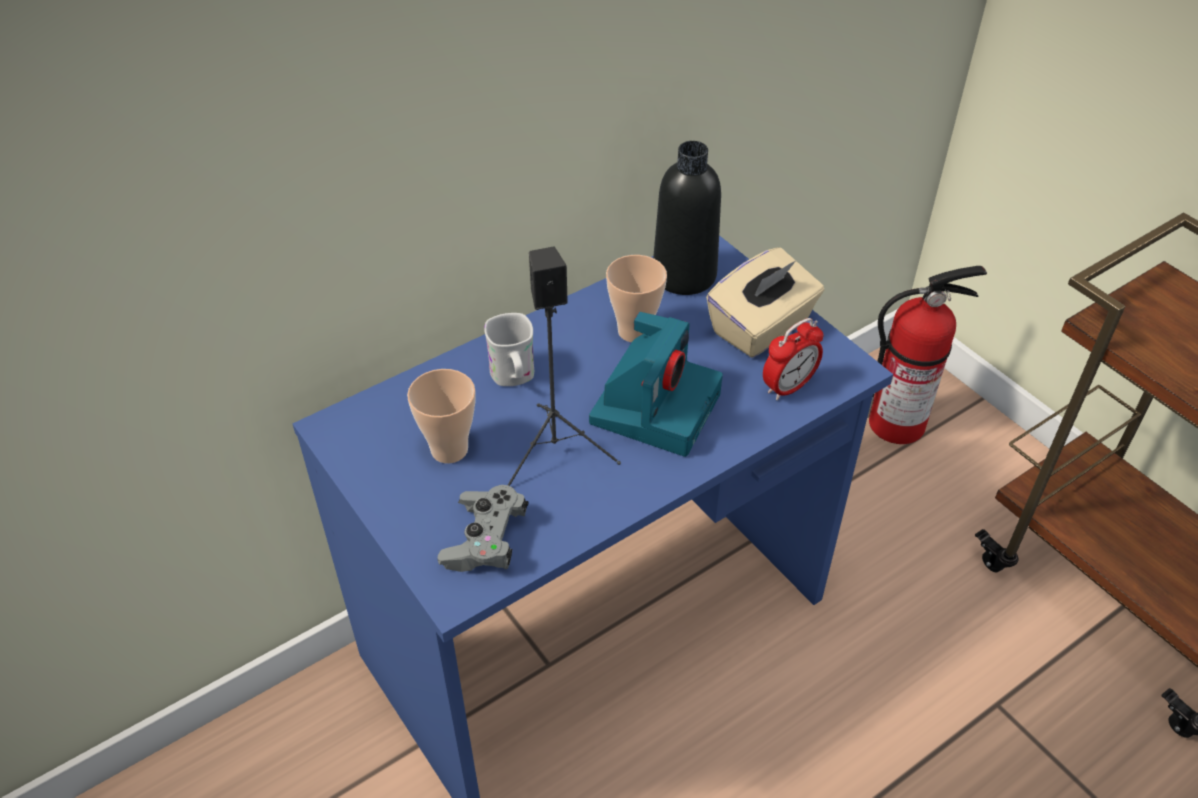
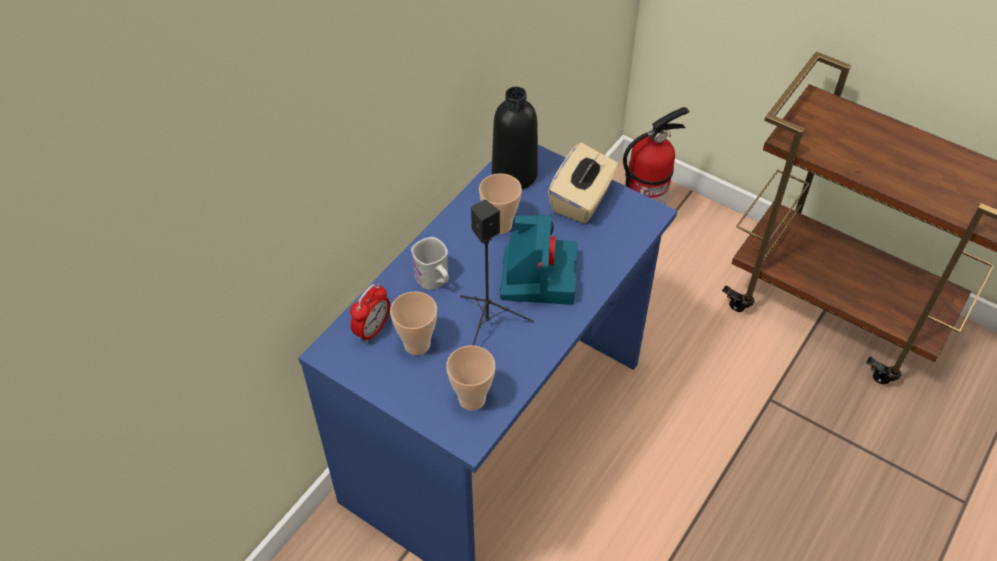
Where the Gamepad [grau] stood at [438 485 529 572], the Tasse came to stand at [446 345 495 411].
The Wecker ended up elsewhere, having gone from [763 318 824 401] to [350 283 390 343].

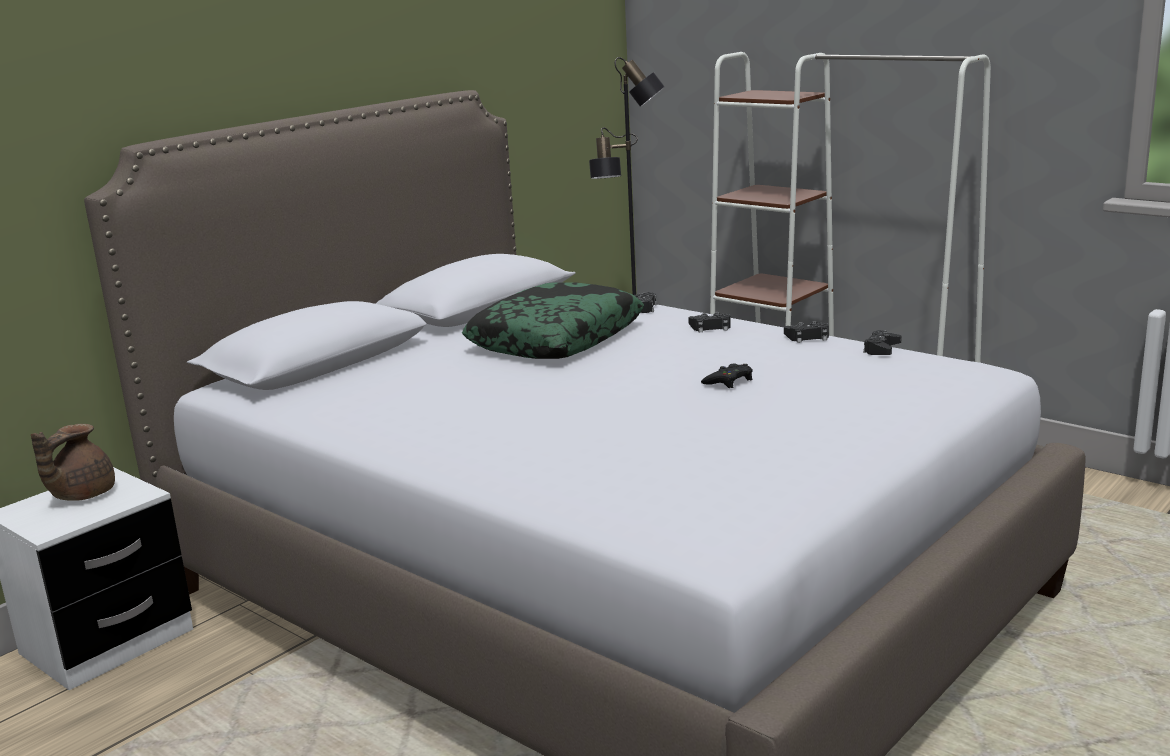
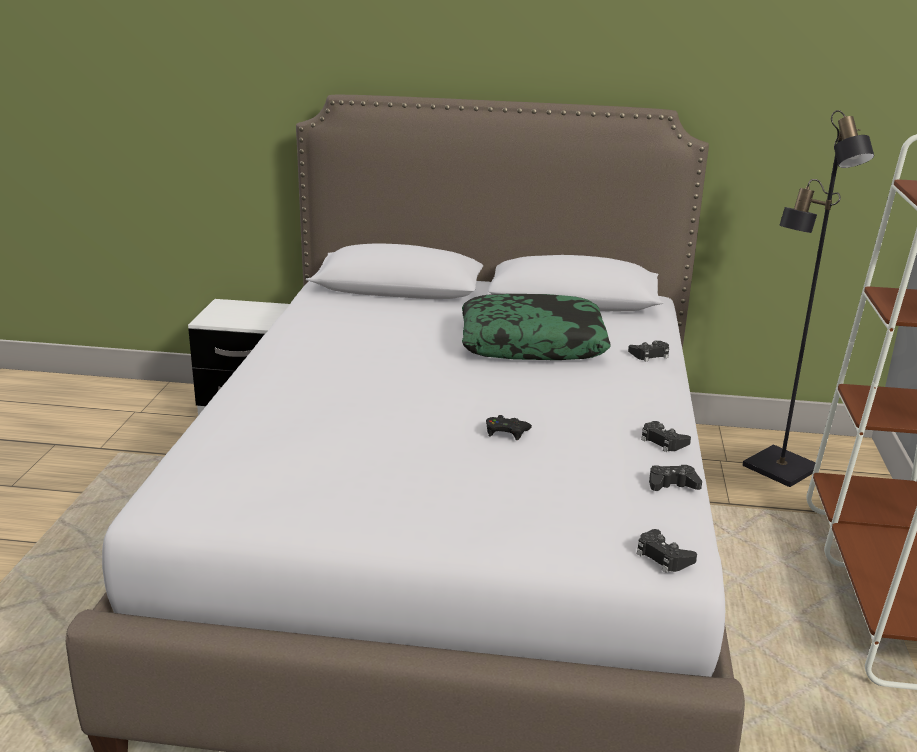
The second view lost the Teekanne [braun] at [31 424 115 501].
The Gamepad [schwarz] ended up elsewhere, having gone from [688 312 731 332] to [637 529 697 573].

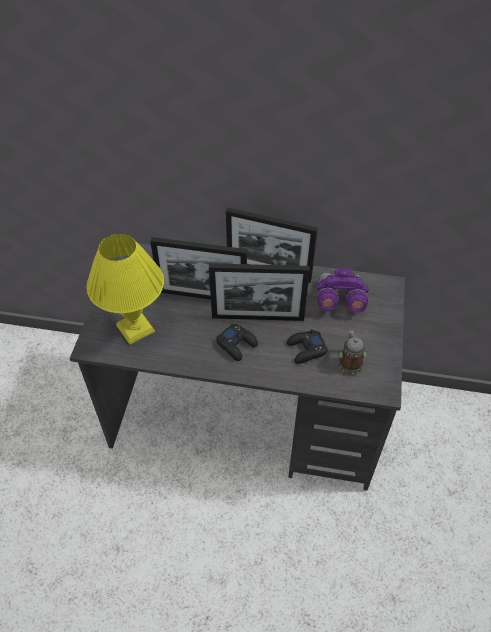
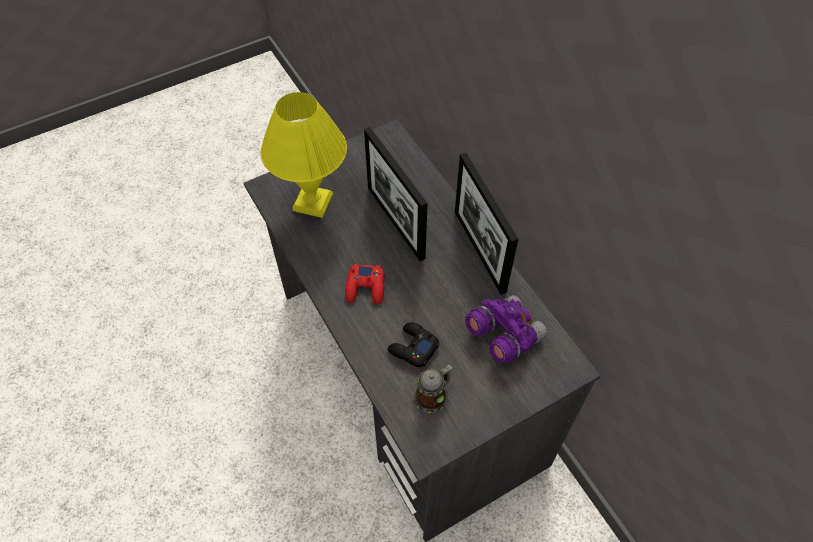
The second view lost the Bilderrahmen at [209 263 310 321].
What was the Gamepad [schwarz] at [216 324 258 361] turned into the Gamepad [rot] at [345 264 384 304].

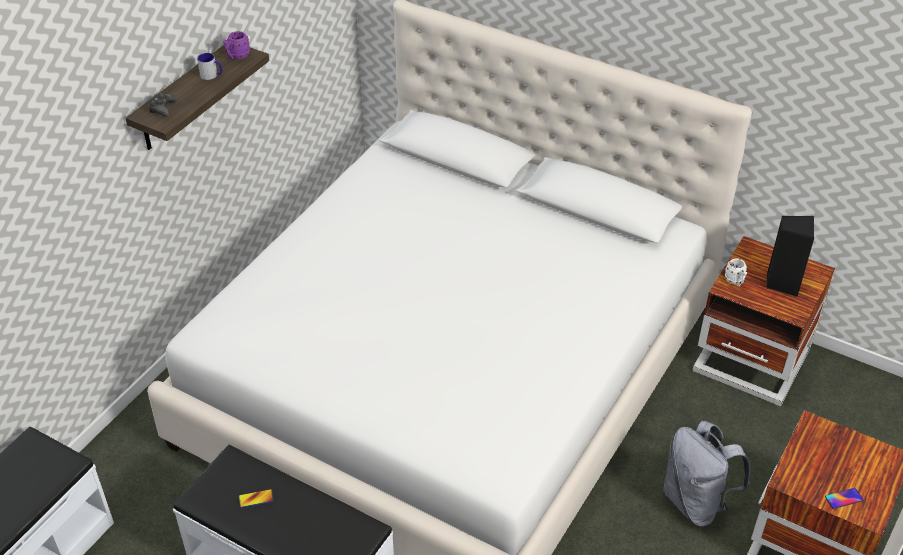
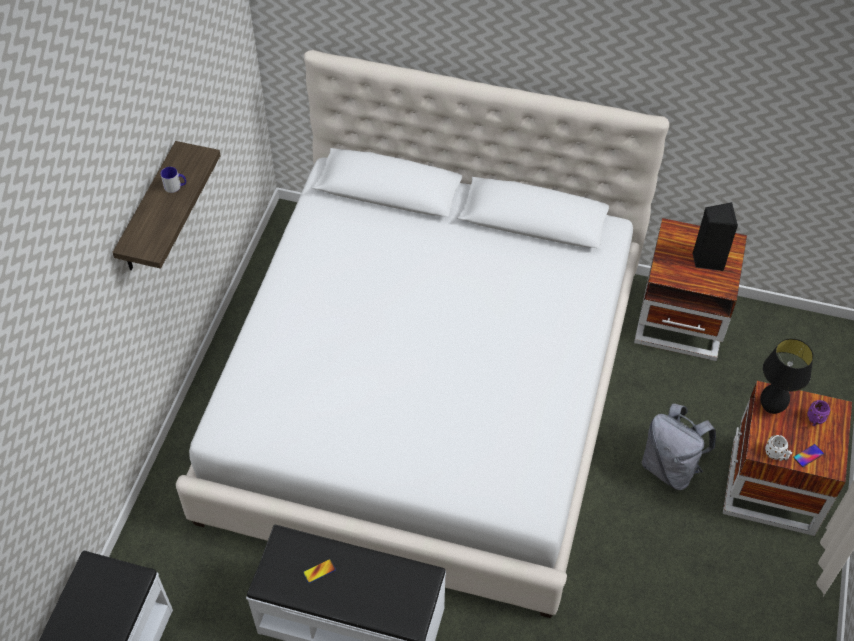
The second view lost the Gamepad [schwarz] at [149 93 177 116].
The Henkelbecher [lila] ended up elsewhere, having gone from [223 31 250 60] to [807 400 831 426].
The Henkelbecher [weiß] ended up elsewhere, having gone from [725 258 747 286] to [765 435 792 461].
The second view gained the Tischlampe [schwarz] at [760 339 813 414].

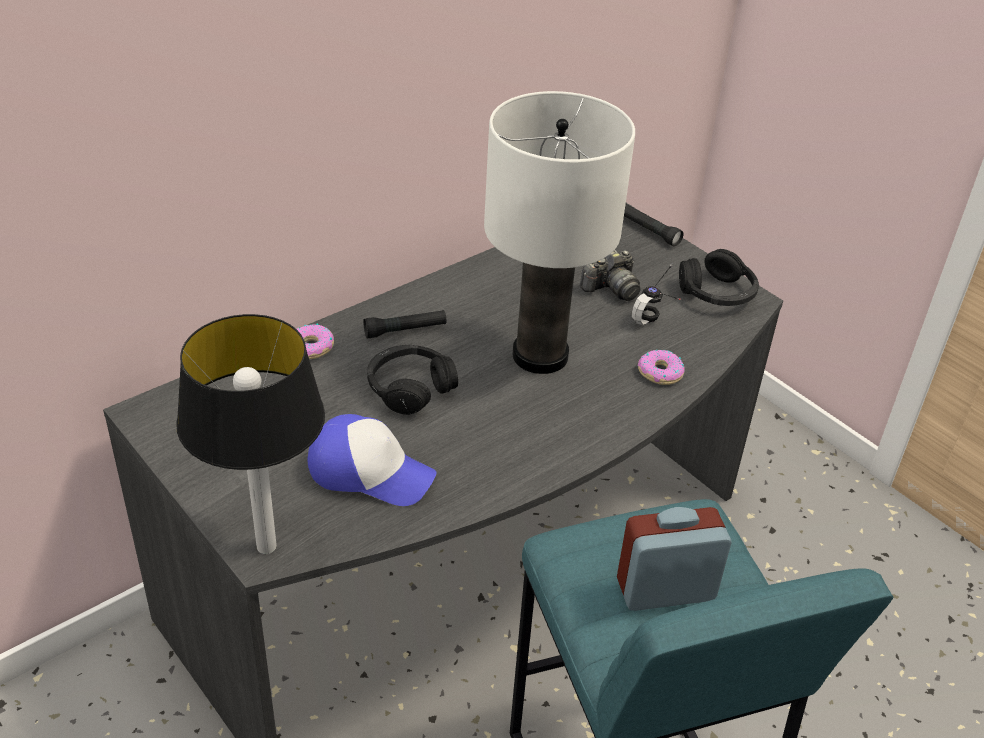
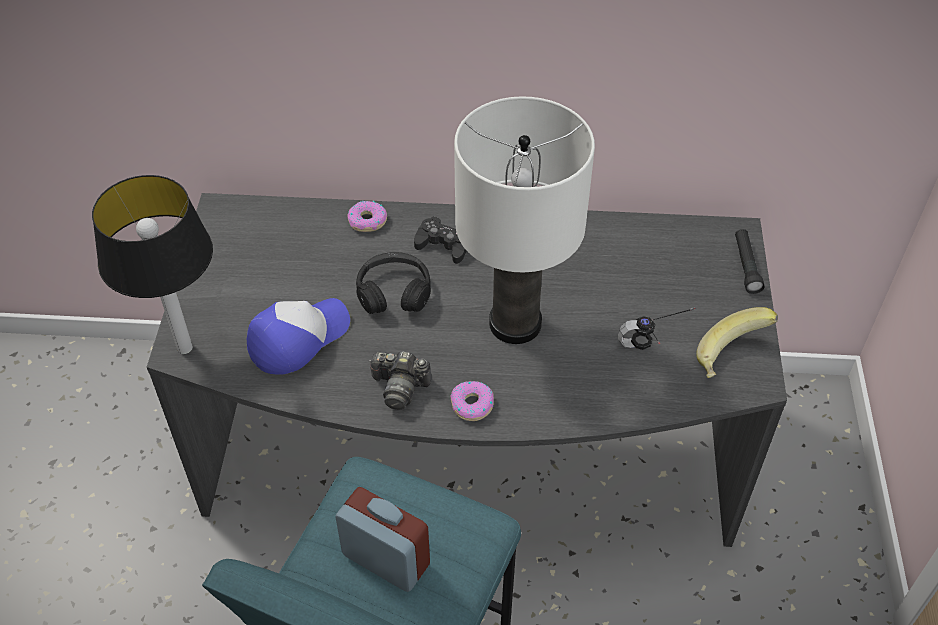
The Kappe at [307 414 437 506] ended up facing another way, 105 degrees counterclockwise from before.
Where the Taschenlampe [schwarz] stood at [363 310 446 338], the Gamepad [schwarz] came to stand at [414 216 467 264].
The Kamera ended up elsewhere, having gone from [580 250 641 301] to [369 351 431 410].
The Donut ended up elsewhere, having gone from [637 350 685 385] to [450 381 494 421].
Where the Kopfhörer [schwarz] stood at [679 249 759 306], the Banane came to stand at [696 307 778 378].

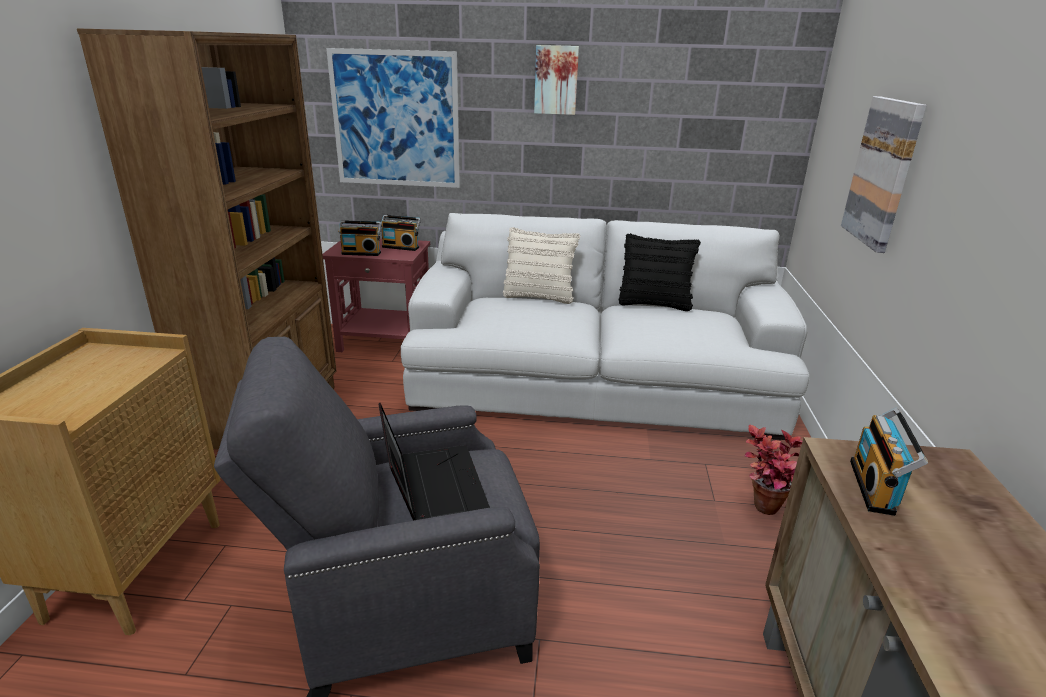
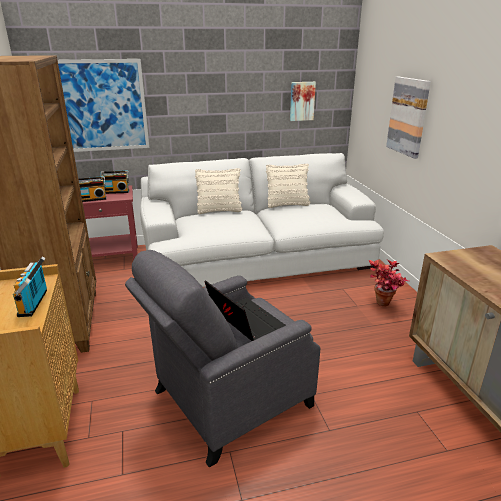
The Bild ended up elsewhere, having gone from [534 45 579 115] to [290 82 316 121].
What was the Kissen [schwarz] at [618 234 701 311] turned into the Kissen [beige] at [266 163 310 208].
The Radio ended up elsewhere, having gone from [850 408 928 516] to [13 256 47 317].

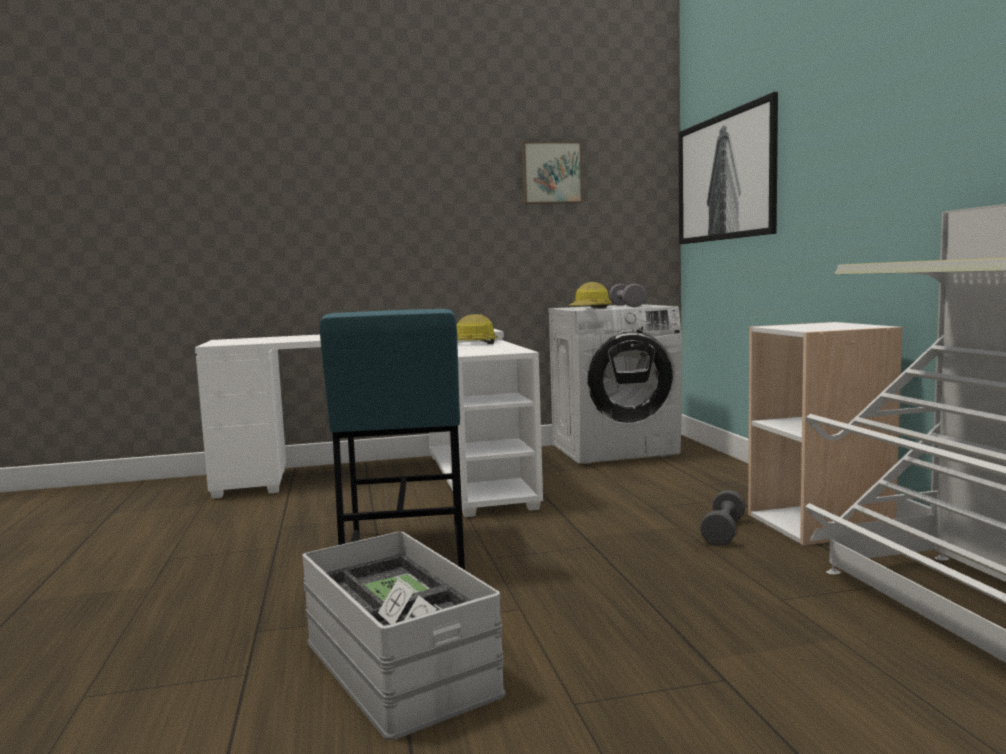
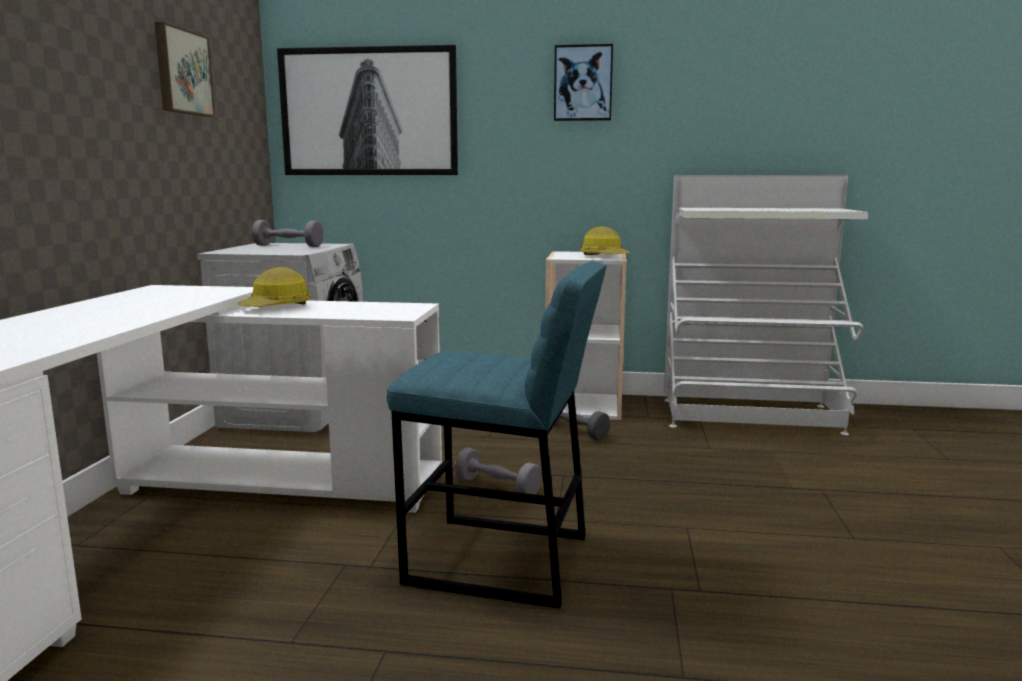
The second view lost the Aufbewahrungsbox [grau] at [303 532 506 740].
The Schutzhelm ended up elsewhere, having gone from [569 282 612 308] to [580 226 631 255].
The second view gained the Hantel [grau] at [455 448 542 494].
The second view gained the Bild at [554 44 613 121].

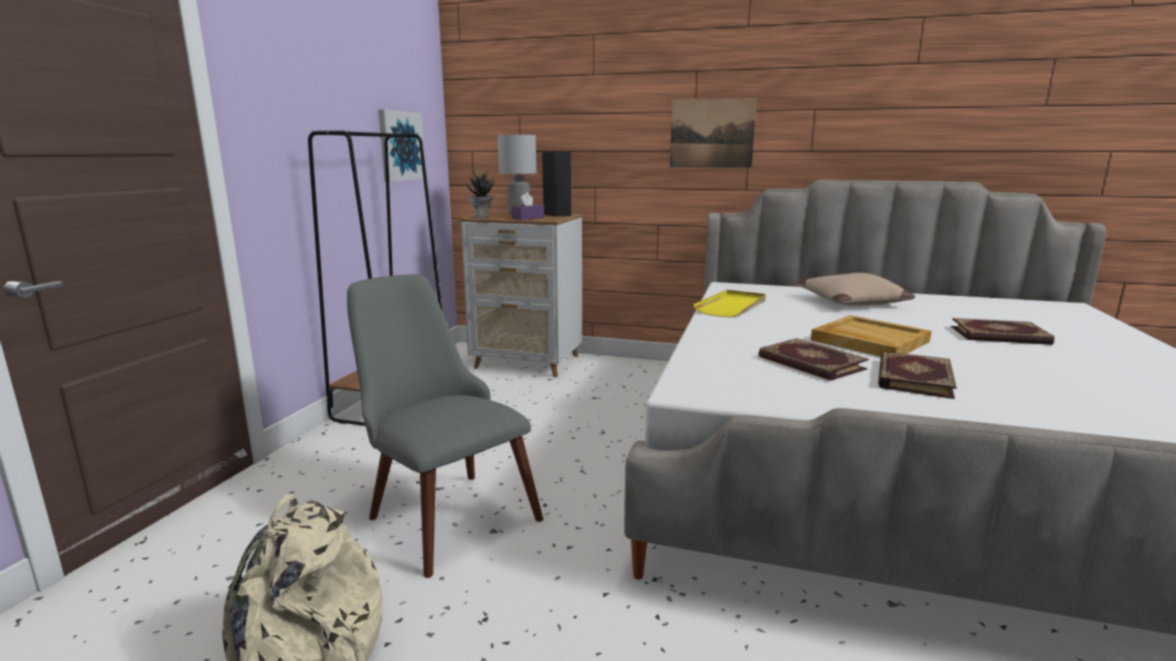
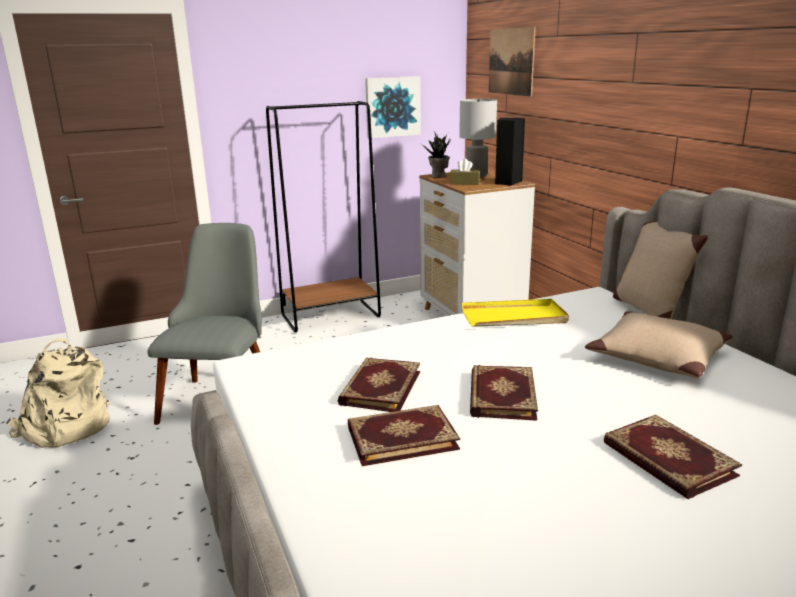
What was the Taschentuchbox [lila] at [512 193 544 220] turned into the Taschentuchbox [braun] at [450 159 480 185].
The Bild ended up elsewhere, having gone from [670 97 757 168] to [489 27 536 96].
Where the Tablett [beige] stood at [811 315 932 357], the Buch came to stand at [470 365 538 421].
The second view gained the Kissen [beige] at [613 221 708 319].

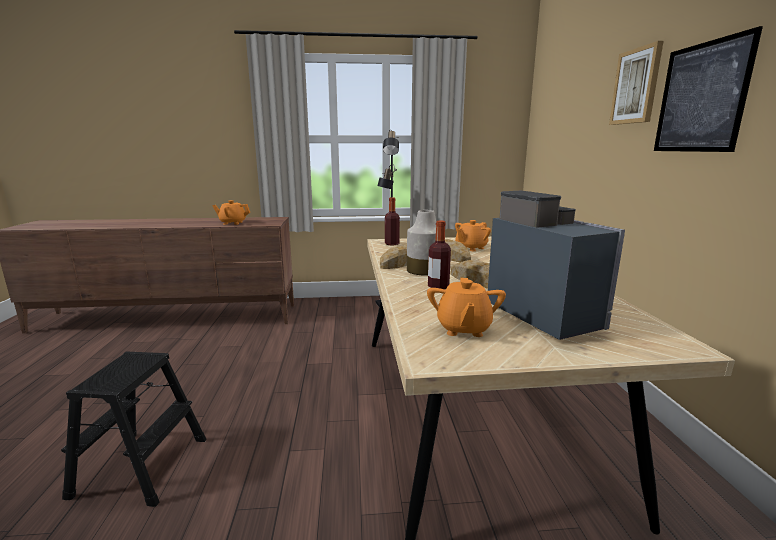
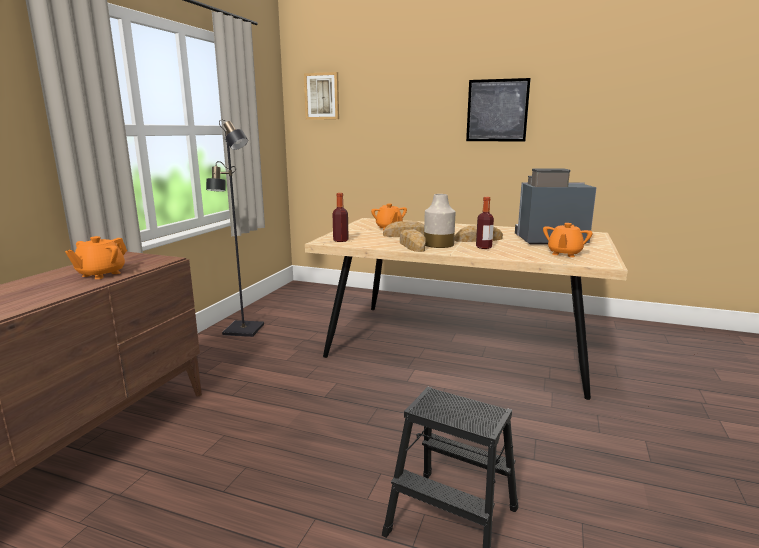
The Teekanne [orange] at [427 278 506 337] ended up facing another way, 90 degrees clockwise from before.
The Bild ended up elsewhere, having gone from [609 41 664 125] to [304 72 339 120].

